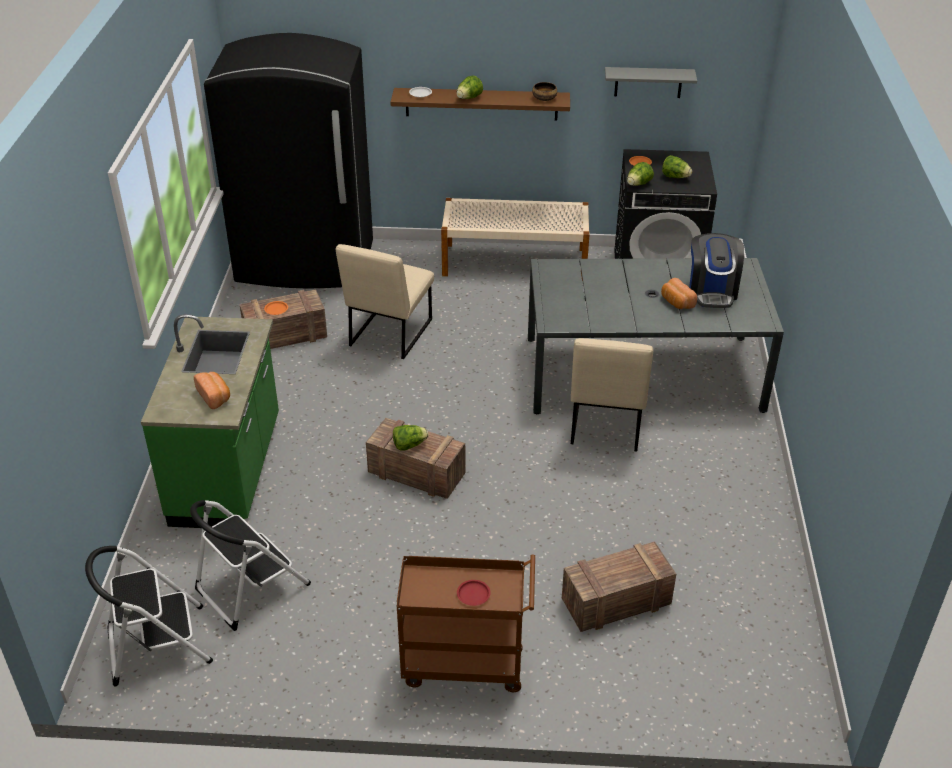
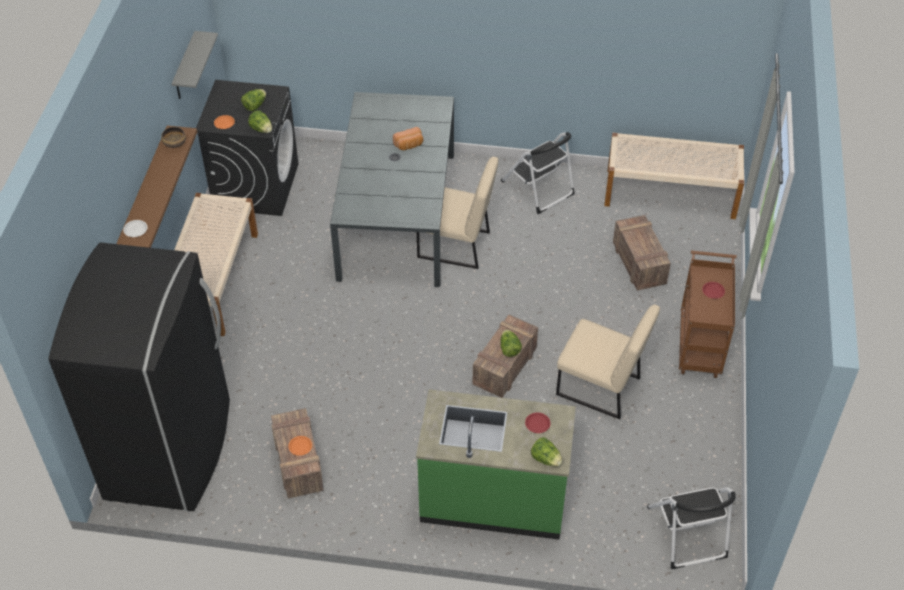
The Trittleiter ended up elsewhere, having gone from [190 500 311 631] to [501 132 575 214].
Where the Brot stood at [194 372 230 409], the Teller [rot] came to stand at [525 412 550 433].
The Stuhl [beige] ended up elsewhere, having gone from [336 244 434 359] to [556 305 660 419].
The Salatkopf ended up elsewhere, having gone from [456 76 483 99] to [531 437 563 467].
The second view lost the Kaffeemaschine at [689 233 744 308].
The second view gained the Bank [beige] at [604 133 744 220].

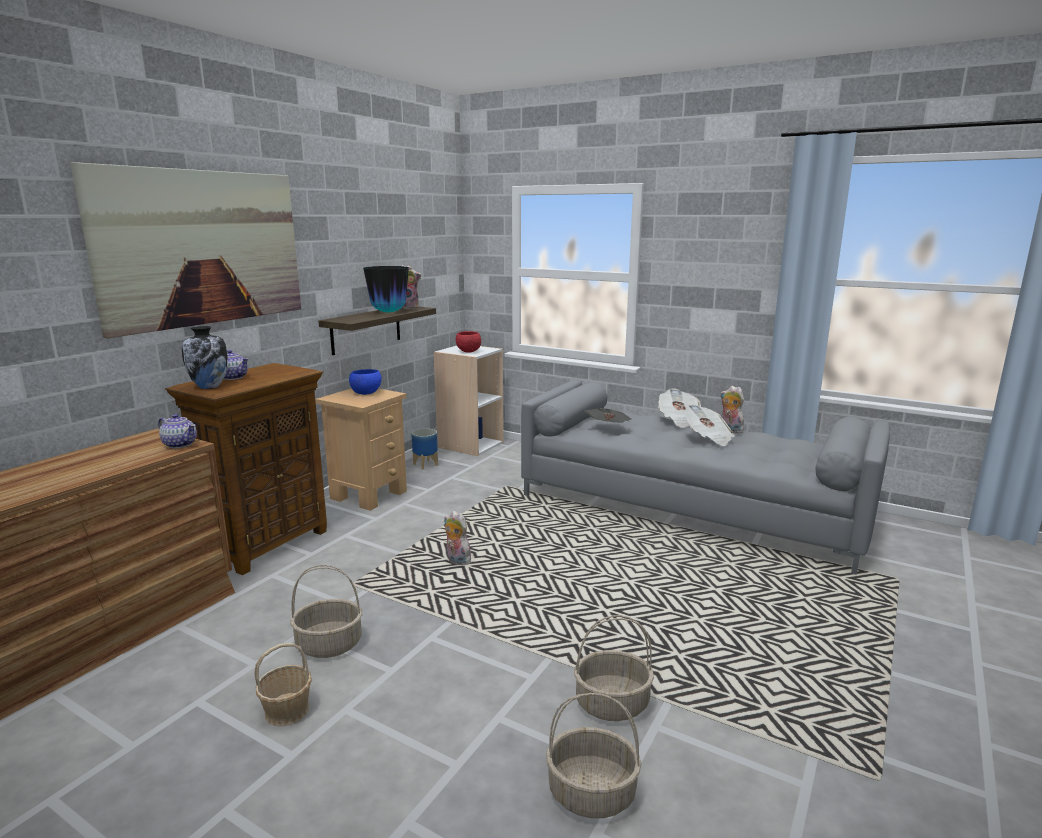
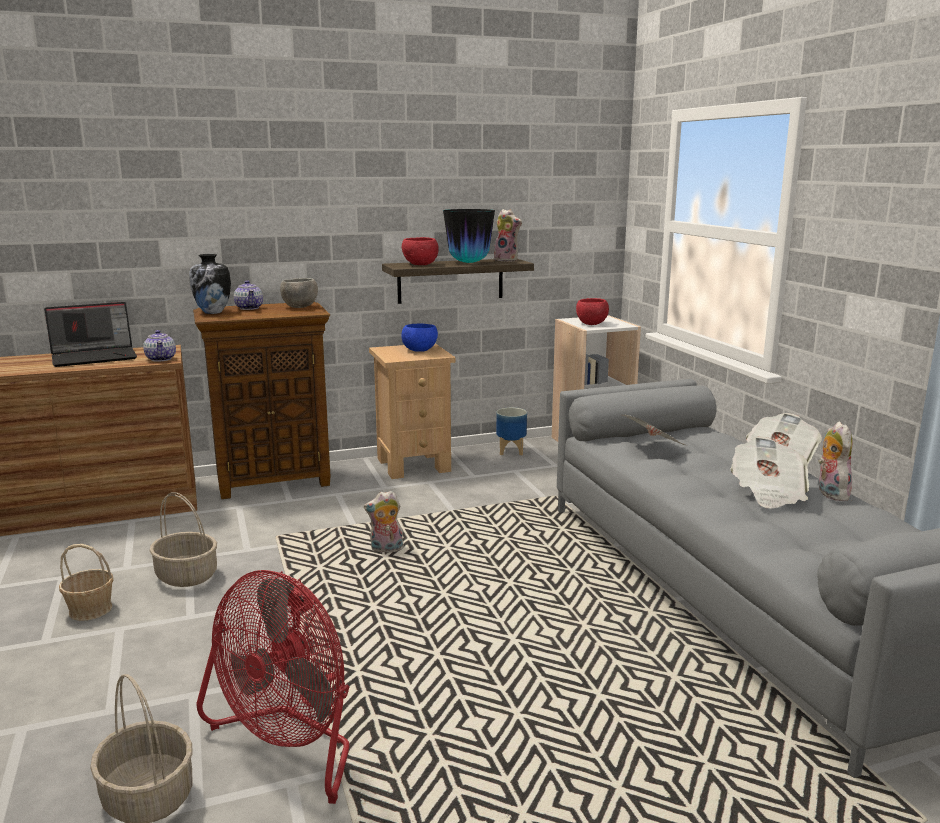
The second view lost the Bild at [70 162 301 338].
The Plüschtier at [444 511 471 565] ended up facing another way, 90 degrees counterclockwise from before.
Where the Korb stood at [574 615 654 721], the Ventilator [rot] came to stand at [197 570 350 804].
The second view gained the Laptop at [44 302 137 367].
The second view gained the Schüssel [grau] at [280 278 318 308].
The second view gained the Schüssel [rot] at [402 237 439 265].

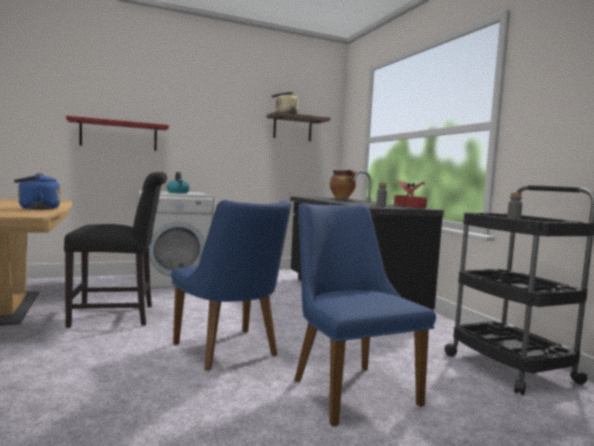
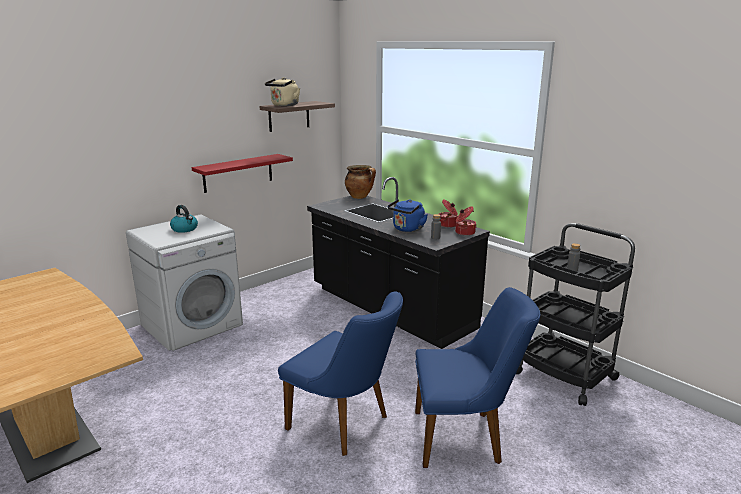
The Wasserkessel [blau] ended up elsewhere, having gone from [14 173 60 210] to [388 199 428 232].
The second view lost the Stuhl [schwarz] at [64 172 167 328].
The Wandregal [rot] ended up elsewhere, having gone from [66 116 169 151] to [192 154 293 193].
The Stuhl [blau] at [294 203 436 427] ended up facing another way, 135 degrees clockwise from before.

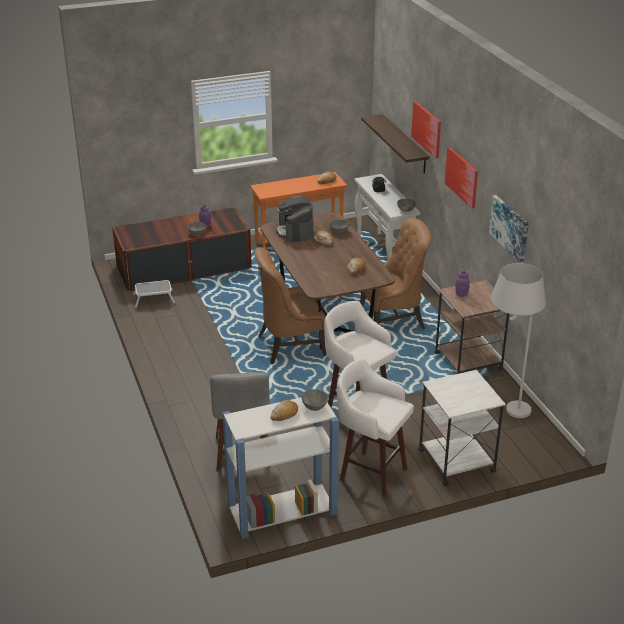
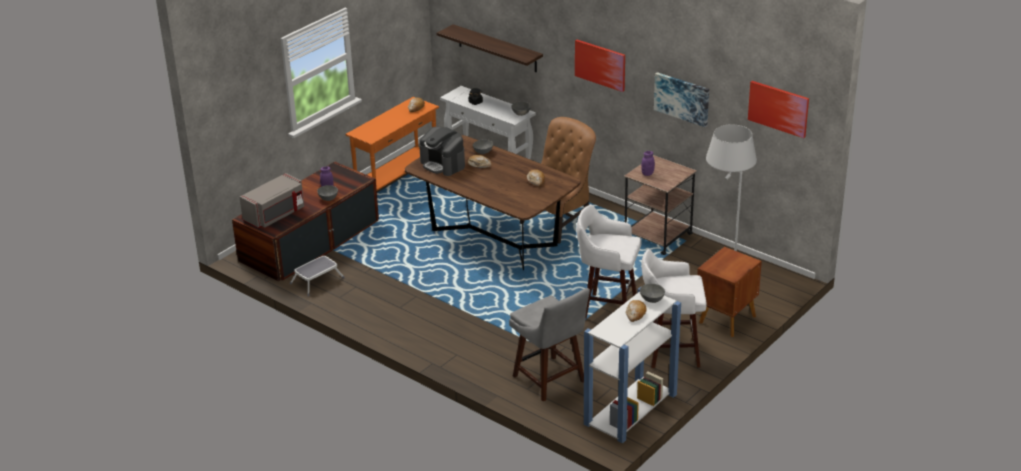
The second view lost the Stuhl [braun] at [255 247 327 364].
The Bild ended up elsewhere, having gone from [411 101 441 158] to [748 81 809 138].
Where the Rollwagen [weiß] stood at [419 370 506 486], the Nachttisch [braun] came to stand at [697 247 762 337].
The second view gained the Mikrowelle [grau] at [240 173 304 228].

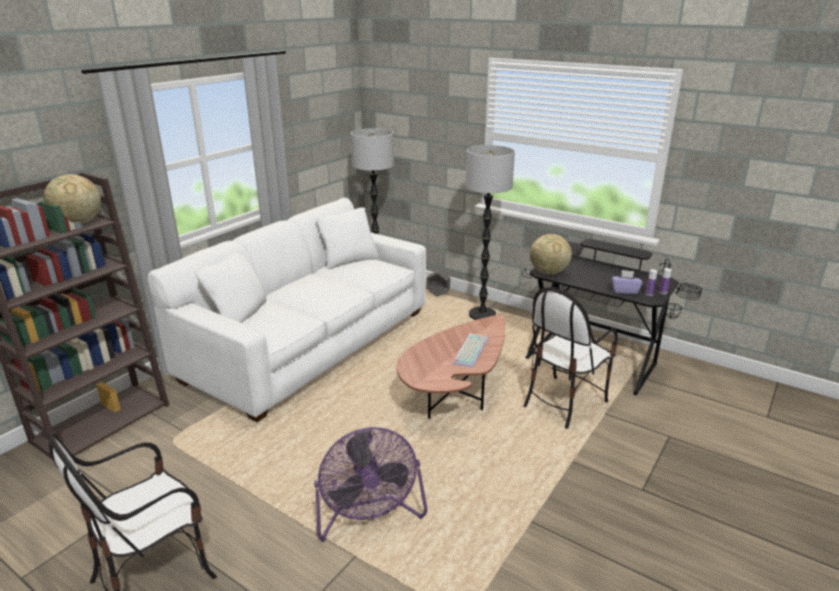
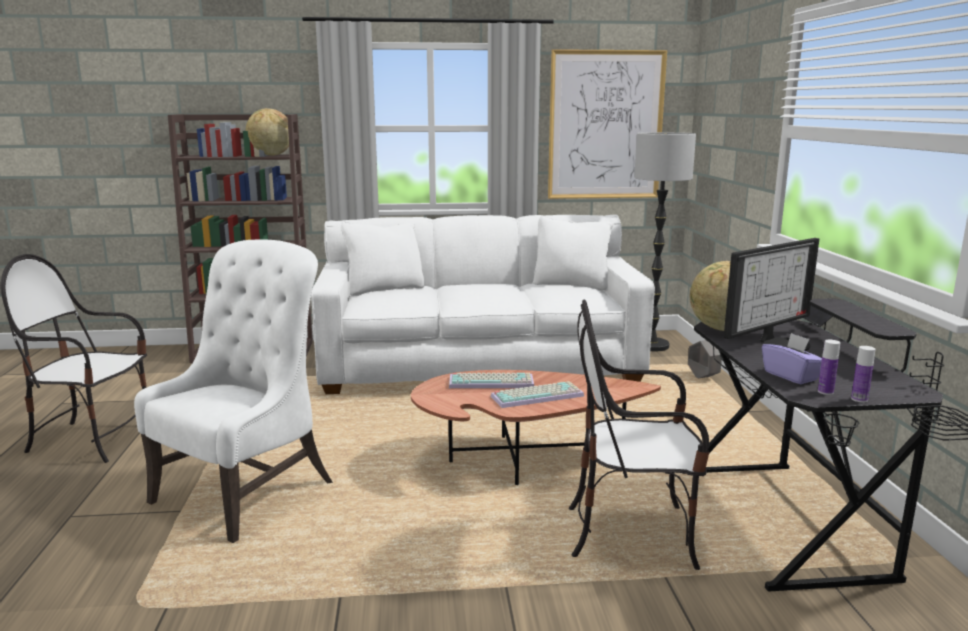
Where the Ventilator [lila] stood at [314 427 428 542], the Stuhl [weiß] came to stand at [134 239 333 543].
The second view lost the Stehlampe at [465 145 515 320].
The second view gained the Tastatur at [449 373 534 388].
The second view gained the Bild at [548 49 667 199].
The second view gained the Monitor at [724 238 819 351].

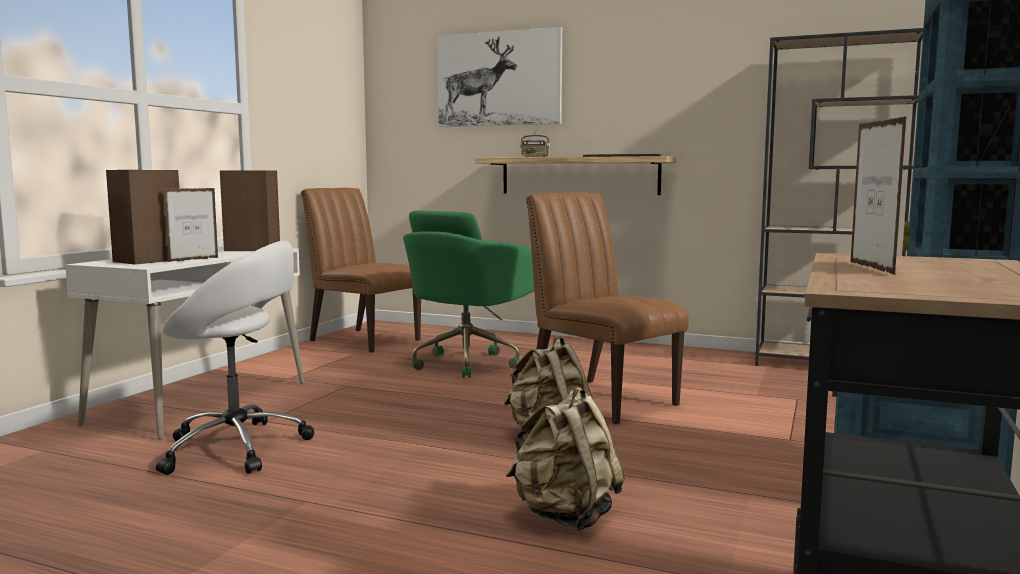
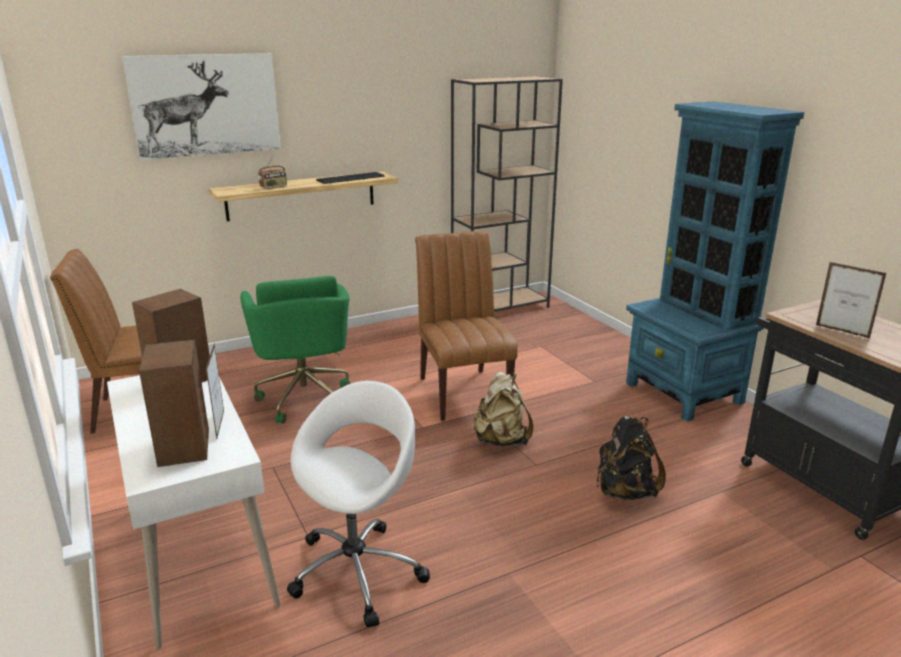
What was the Rucksack [beige] at [506 387 625 530] turned into the Rucksack [schwarz] at [597 416 666 500].
The Stuhl [braun] at [526 192 689 424] ended up facing another way, 75 degrees clockwise from before.

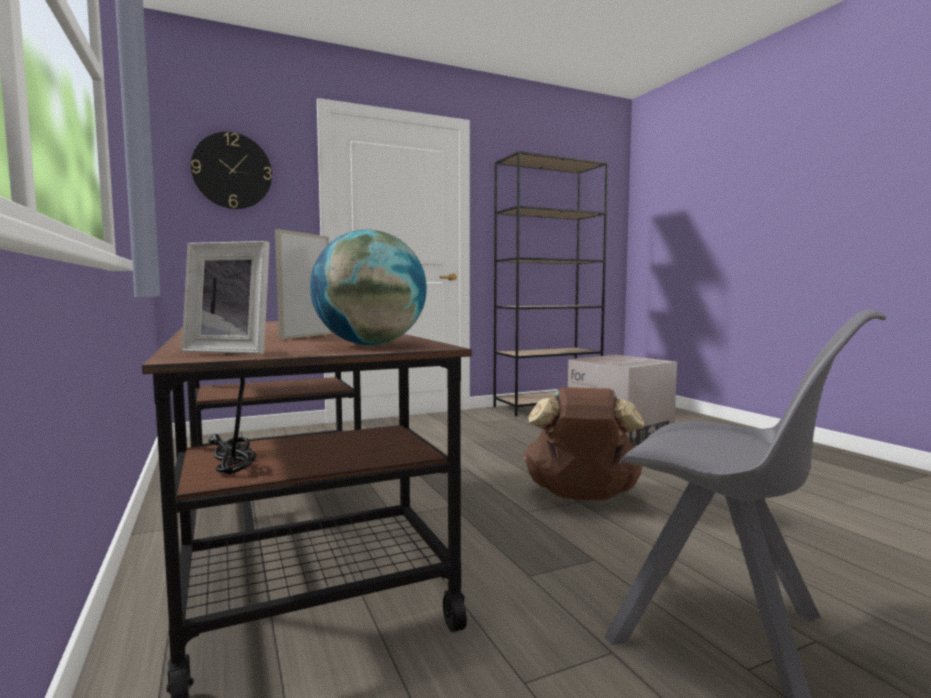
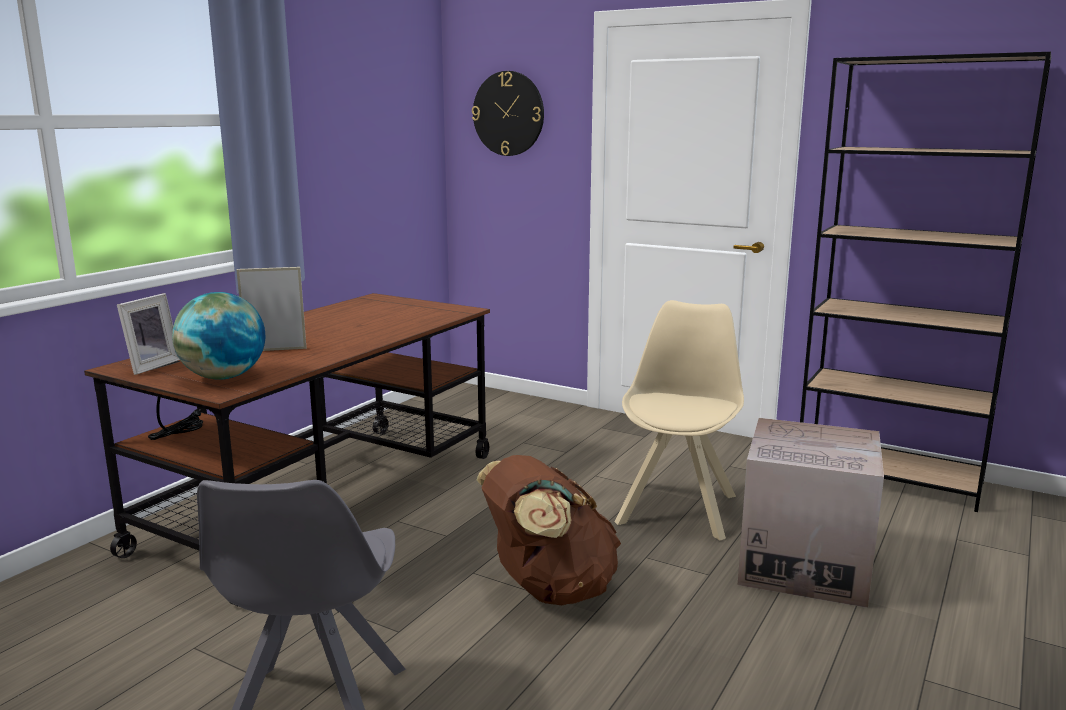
The Bilderrahmen at [182 241 270 354] ended up facing another way, 135 degrees counterclockwise from before.
The second view gained the Stuhl [beige] at [615 300 744 541].

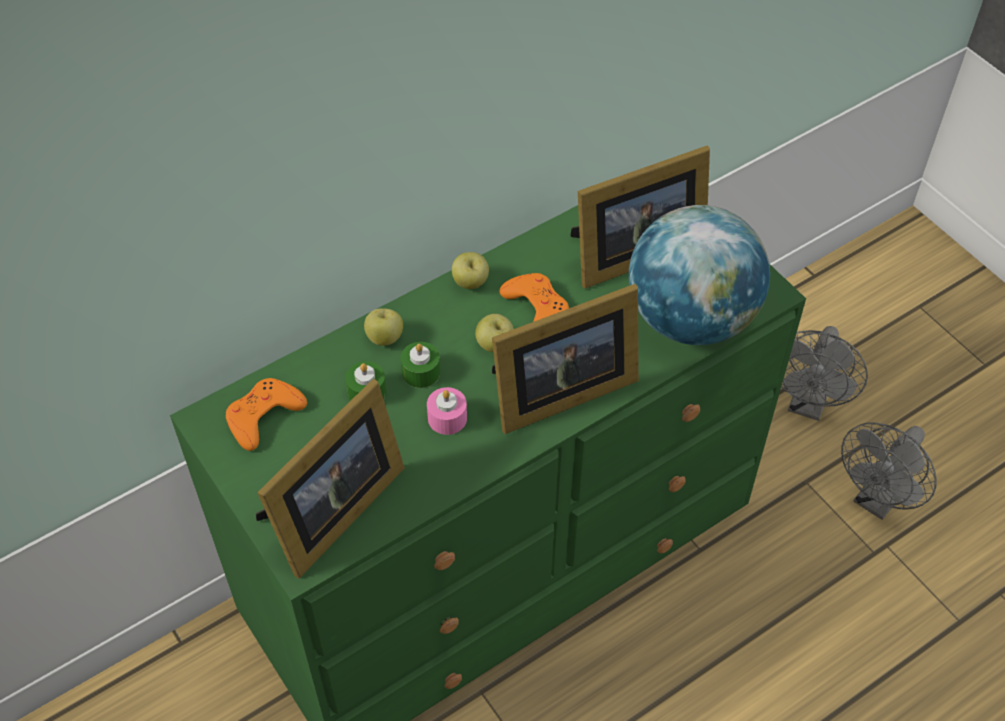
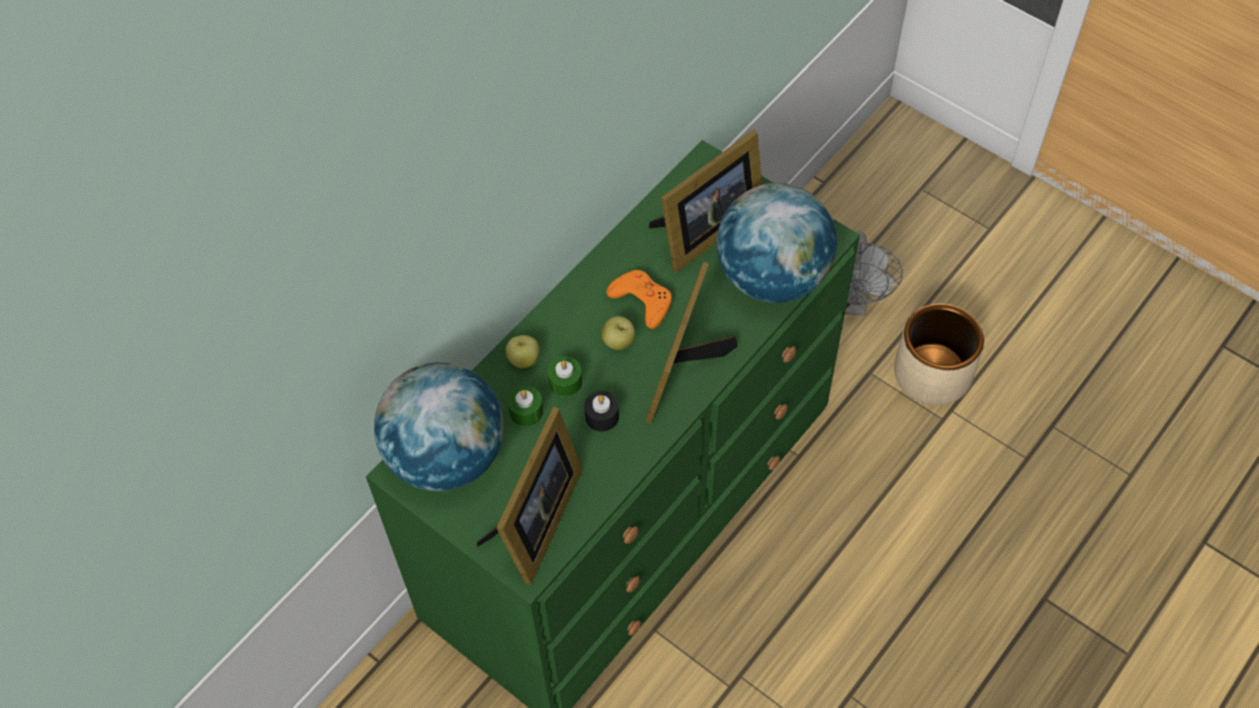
Where the Gamepad [orange] stood at [226 378 307 451], the Globus came to stand at [374 362 504 491].
What was the Kerze [rosa] at [427 387 467 435] turned into the Kerze [schwarz] at [584 391 619 431].
The second view lost the Apfel at [452 252 489 289].
The Bilderrahmen at [492 284 639 434] ended up facing another way, 150 degrees clockwise from before.
Where the Ventilator [grau] stood at [841 422 937 520], the Pflanzkübel [beige] came to stand at [894 303 984 405].

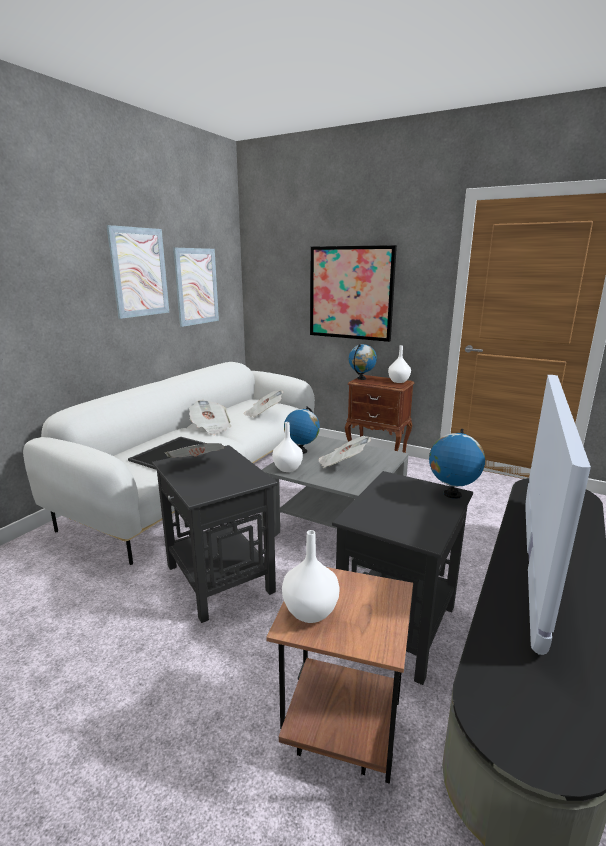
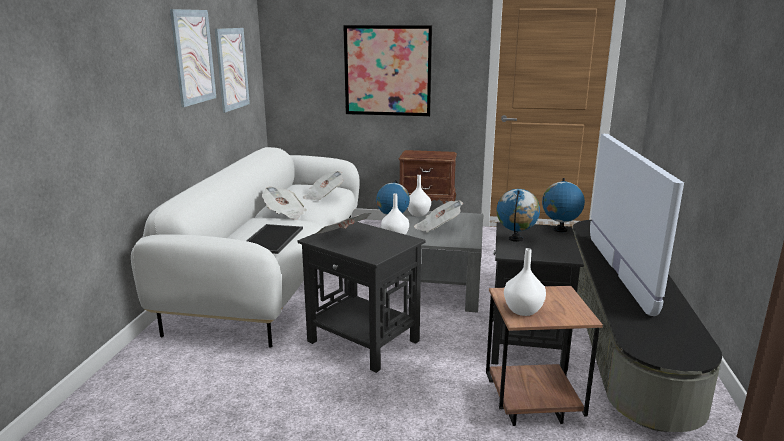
The Globus ended up elsewhere, having gone from [349 344 377 380] to [496 189 540 242].
The Vase [weiß] ended up elsewhere, having gone from [388 345 411 383] to [408 175 431 216].

